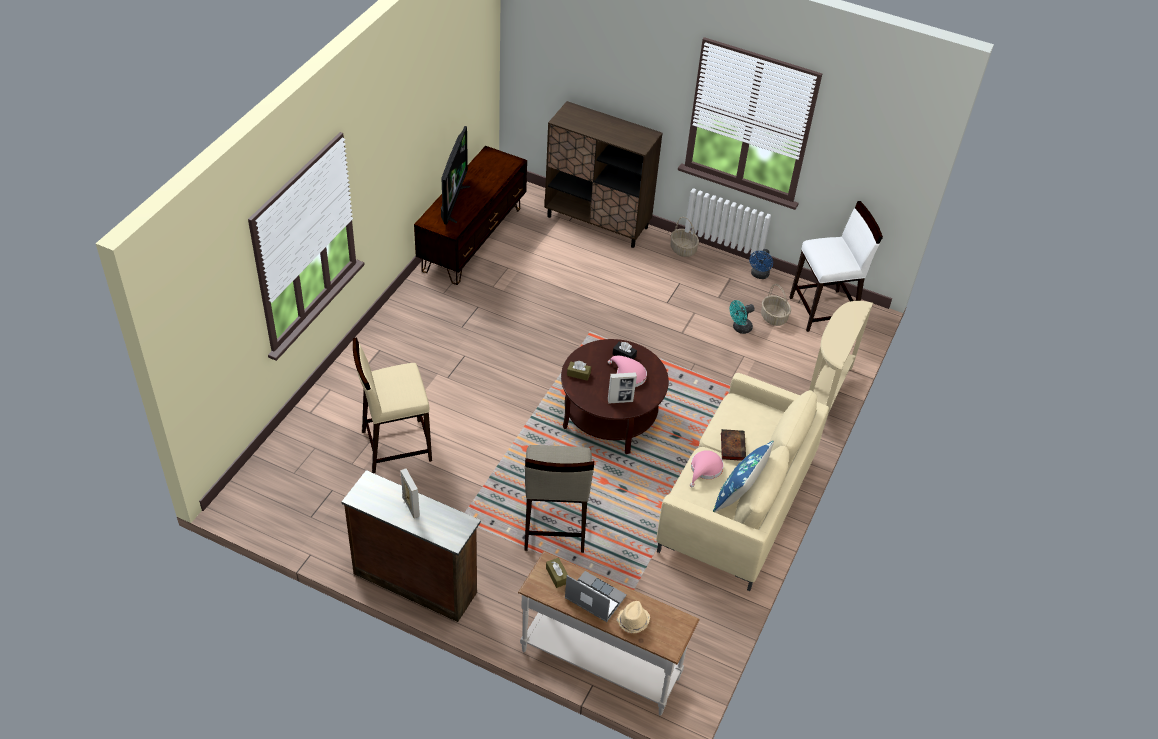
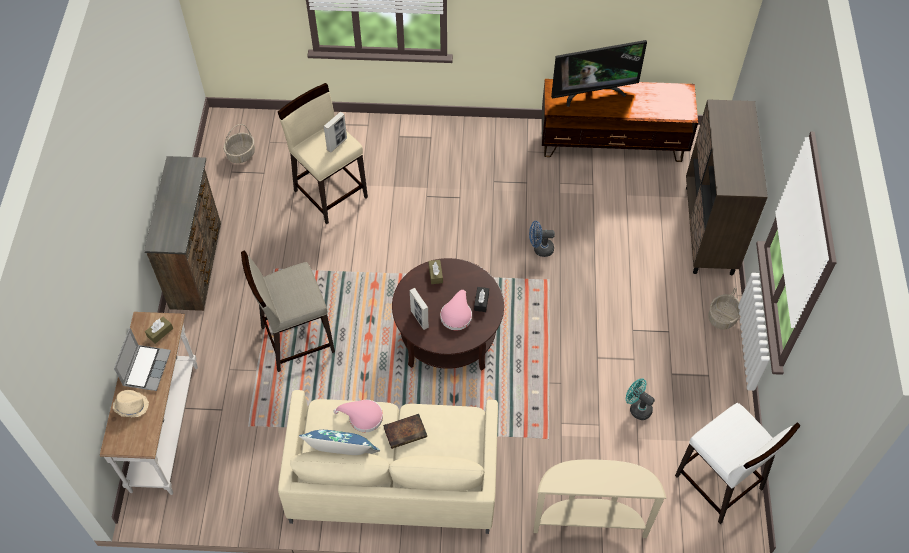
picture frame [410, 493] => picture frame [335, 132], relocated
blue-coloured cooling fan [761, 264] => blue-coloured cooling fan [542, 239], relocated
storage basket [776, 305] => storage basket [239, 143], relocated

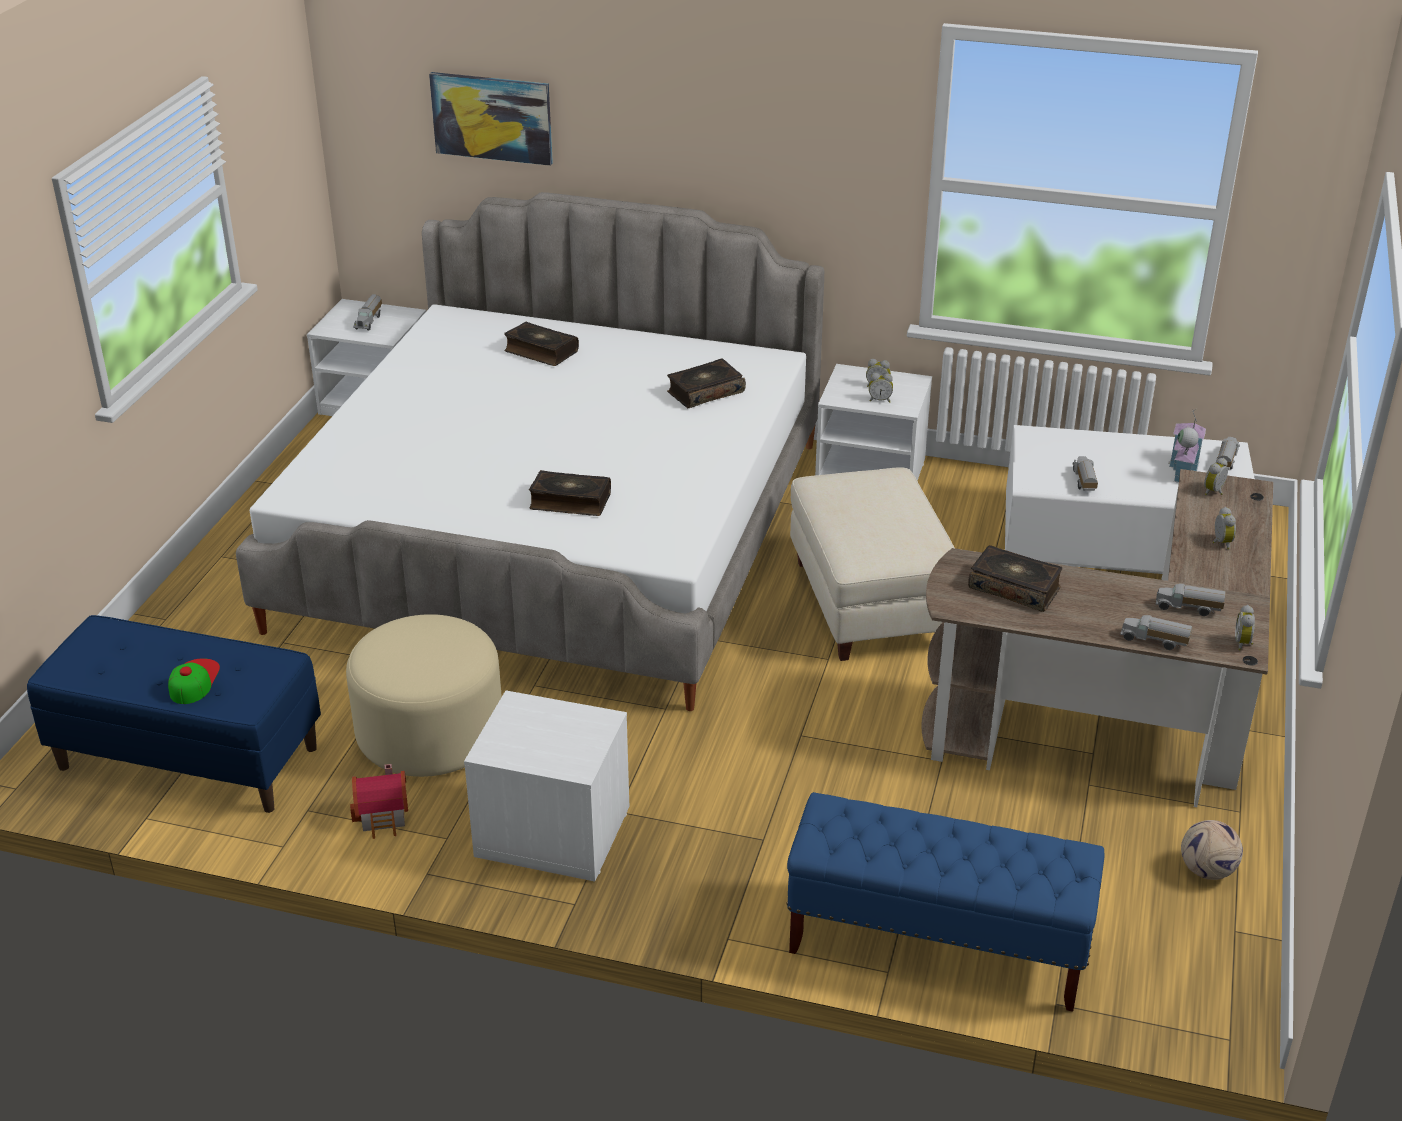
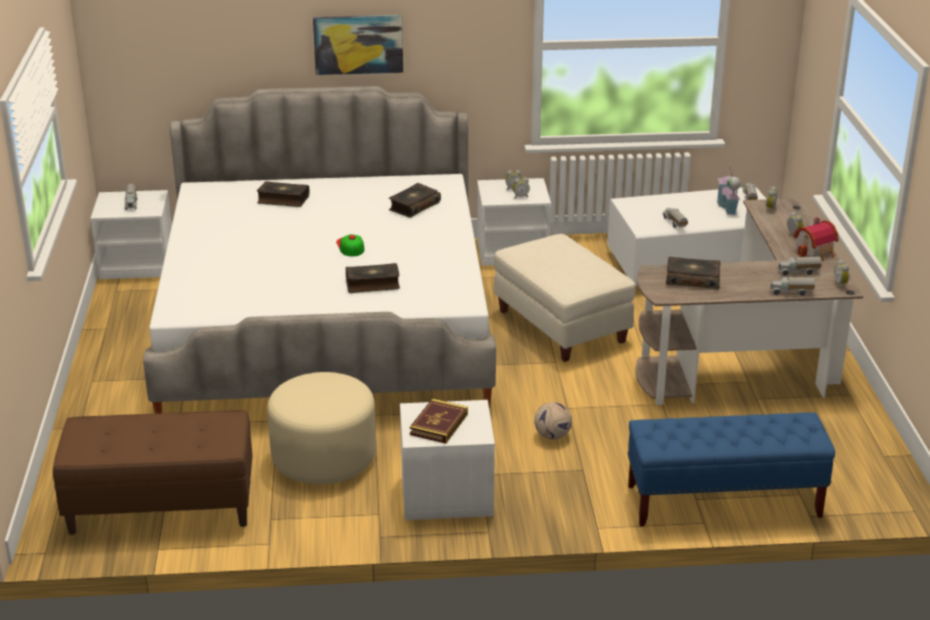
nothing => book [439, 421]
baseball cap [194, 681] => baseball cap [350, 245], relocated
toy house [379, 801] => toy house [816, 239], relocated
wall picture [491, 119] => wall picture [358, 45], relocated
football ball [1212, 850] => football ball [553, 421], relocated
blue-coloured long seat [174, 714] => brown long seat [152, 472]

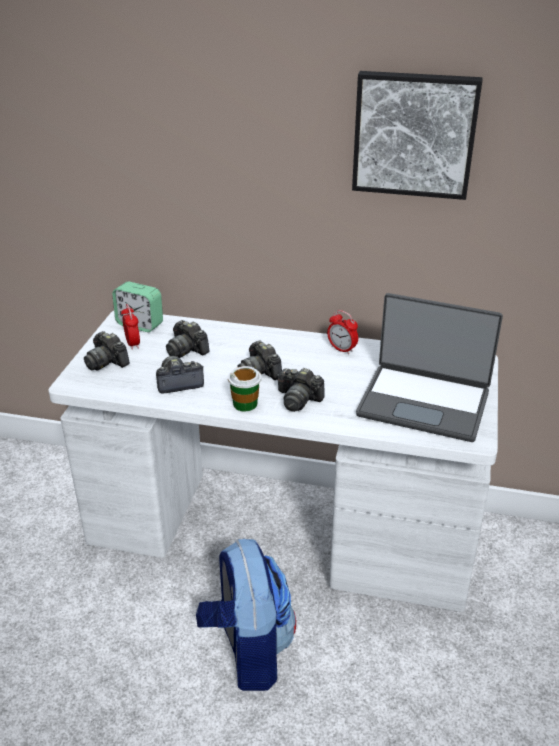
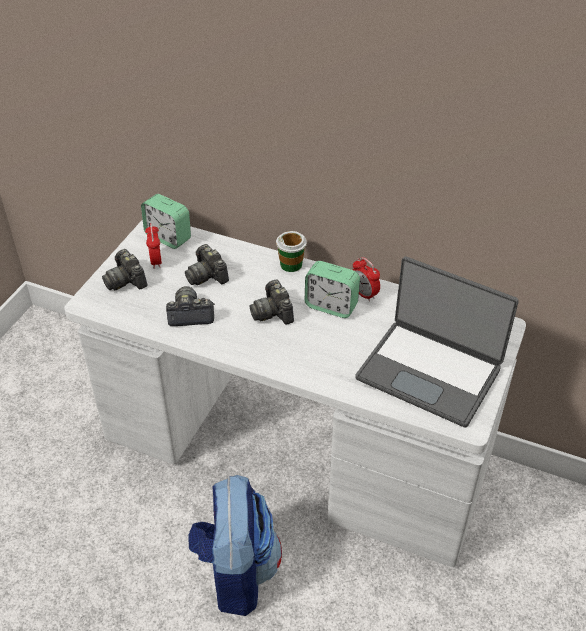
still camera [301, 390] => nothing
wall picture [417, 135] => nothing
nothing => table clock [332, 289]
drinking cup [245, 388] => drinking cup [291, 251], relocated

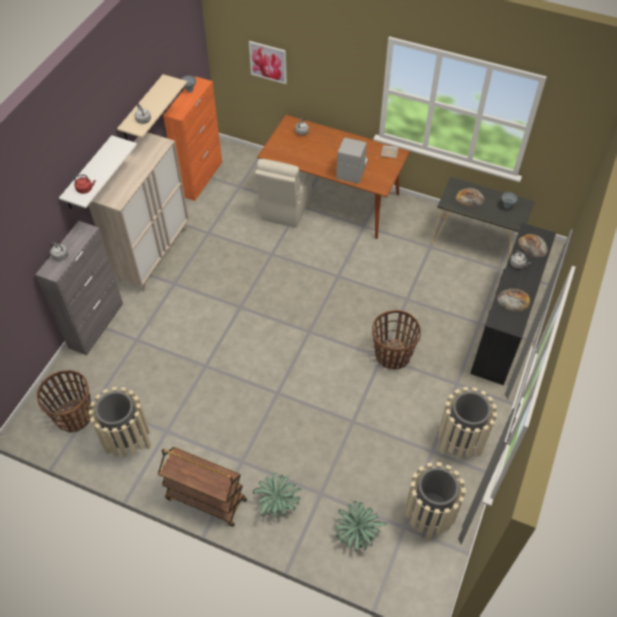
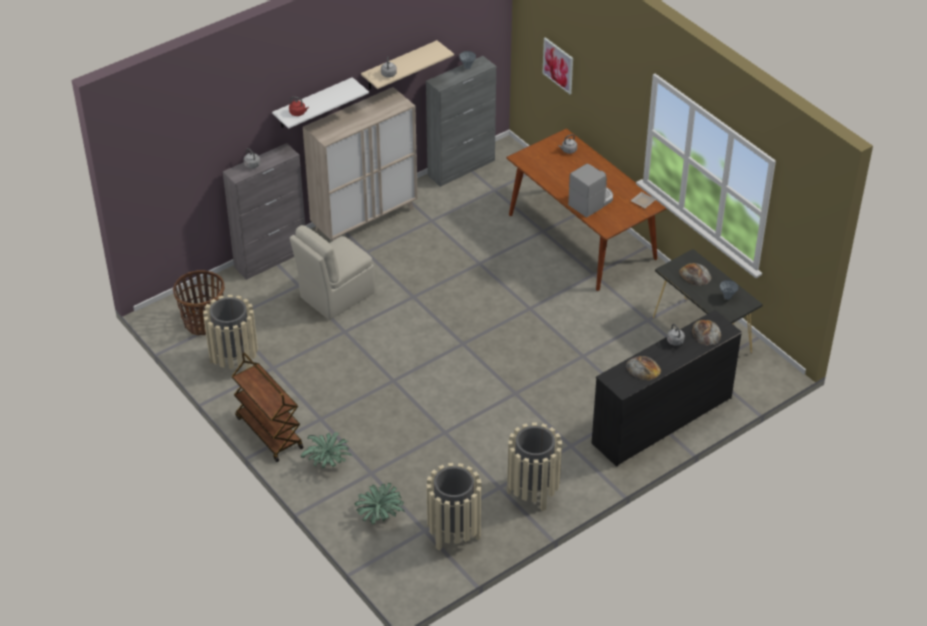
storage basket [396, 340] => nothing
beige upright chair [283, 193] => beige upright chair [332, 272], relocated
orange-coloured cupboard [192, 138] => grey cupboard [461, 121]

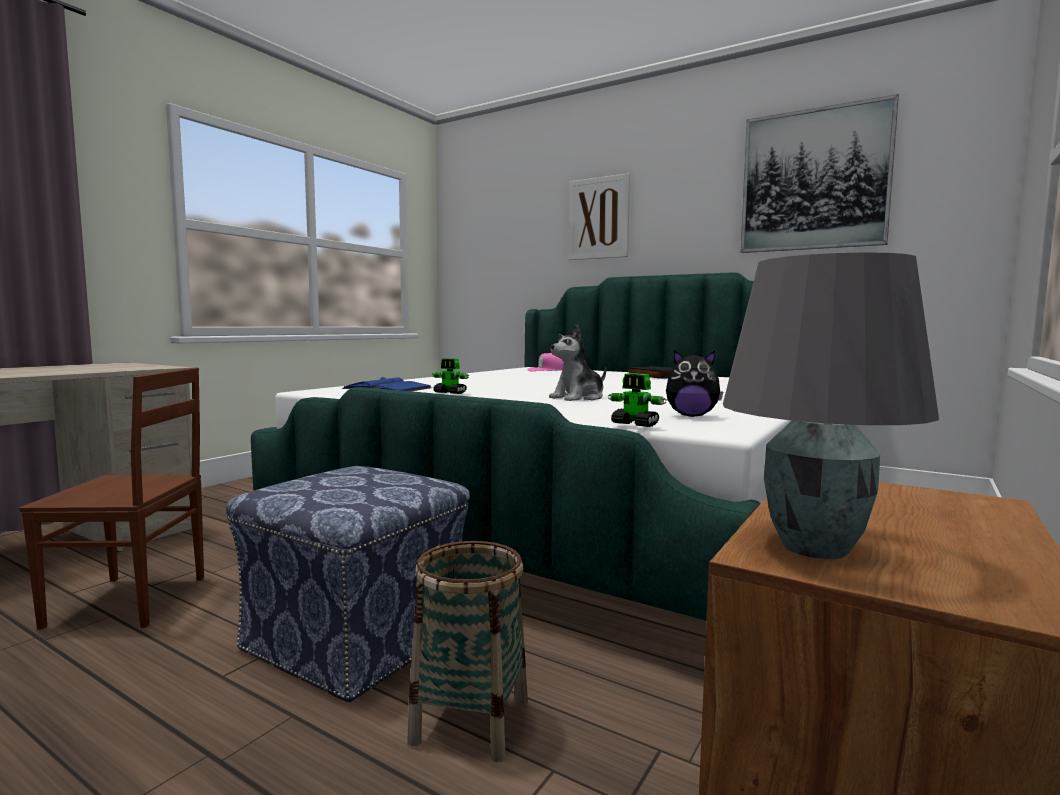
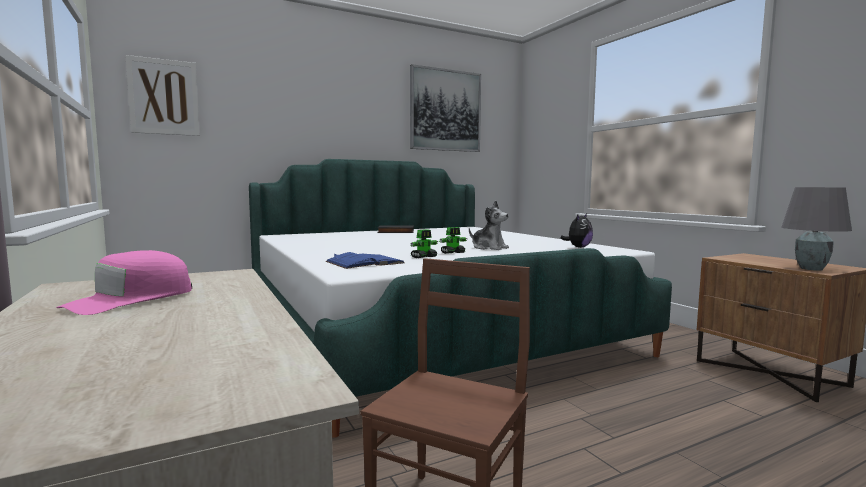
footrest [348, 584] => nothing
storage basket [467, 651] => nothing
pinkish baseball cap [545, 362] => pinkish baseball cap [124, 282], relocated
wall picture [599, 216] => wall picture [162, 95], relocated
model robot [637, 400] => model robot [453, 240], relocated
soft toy [577, 363] => soft toy [489, 225], 45 degrees counterclockwise

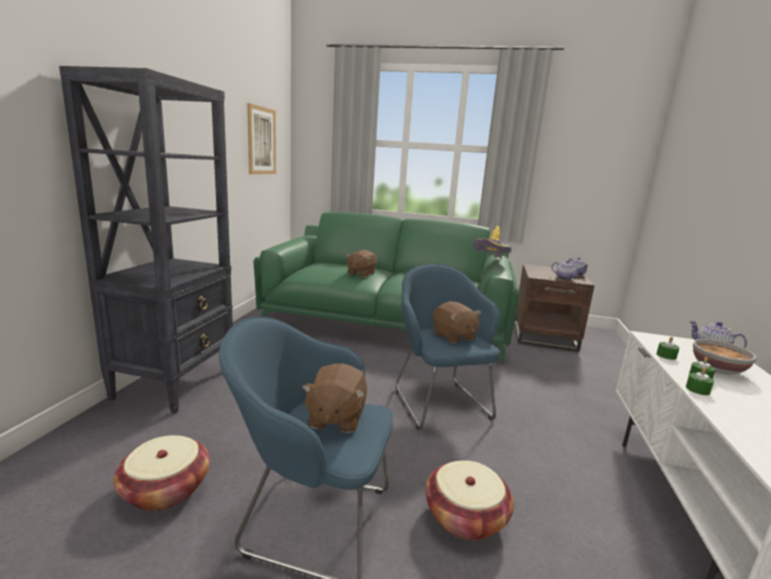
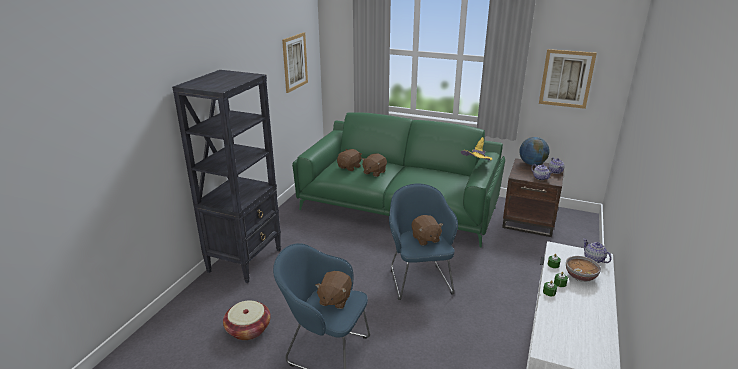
storage basket [469, 500] => nothing
nothing => brown soft toy [349, 160]
nothing => desk globe [534, 151]
nothing => wall picture [568, 79]

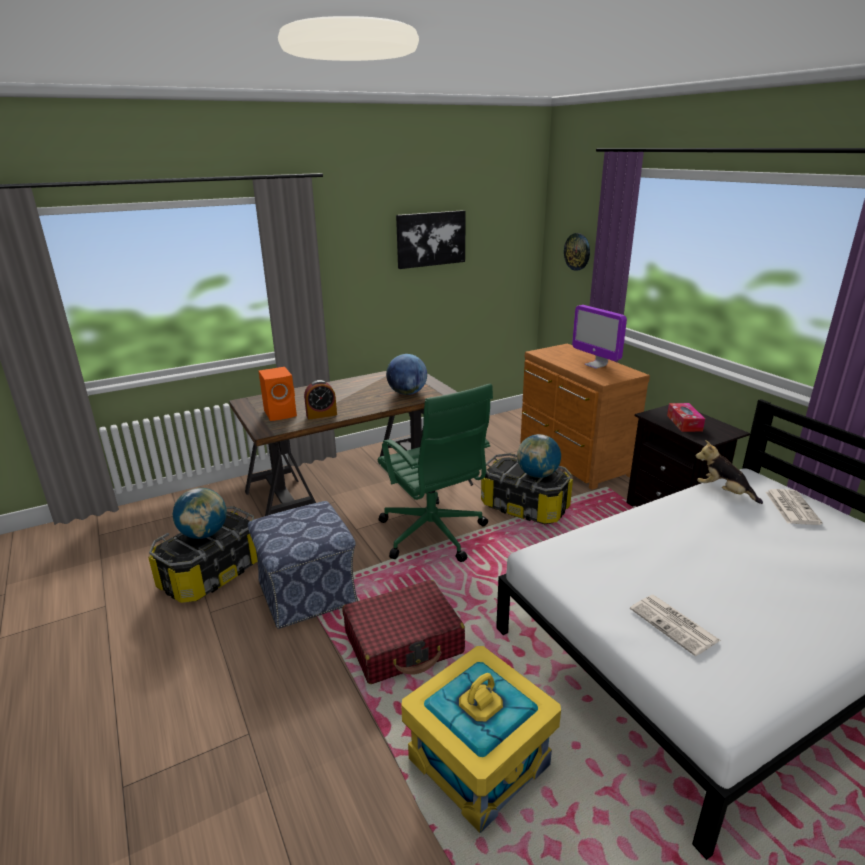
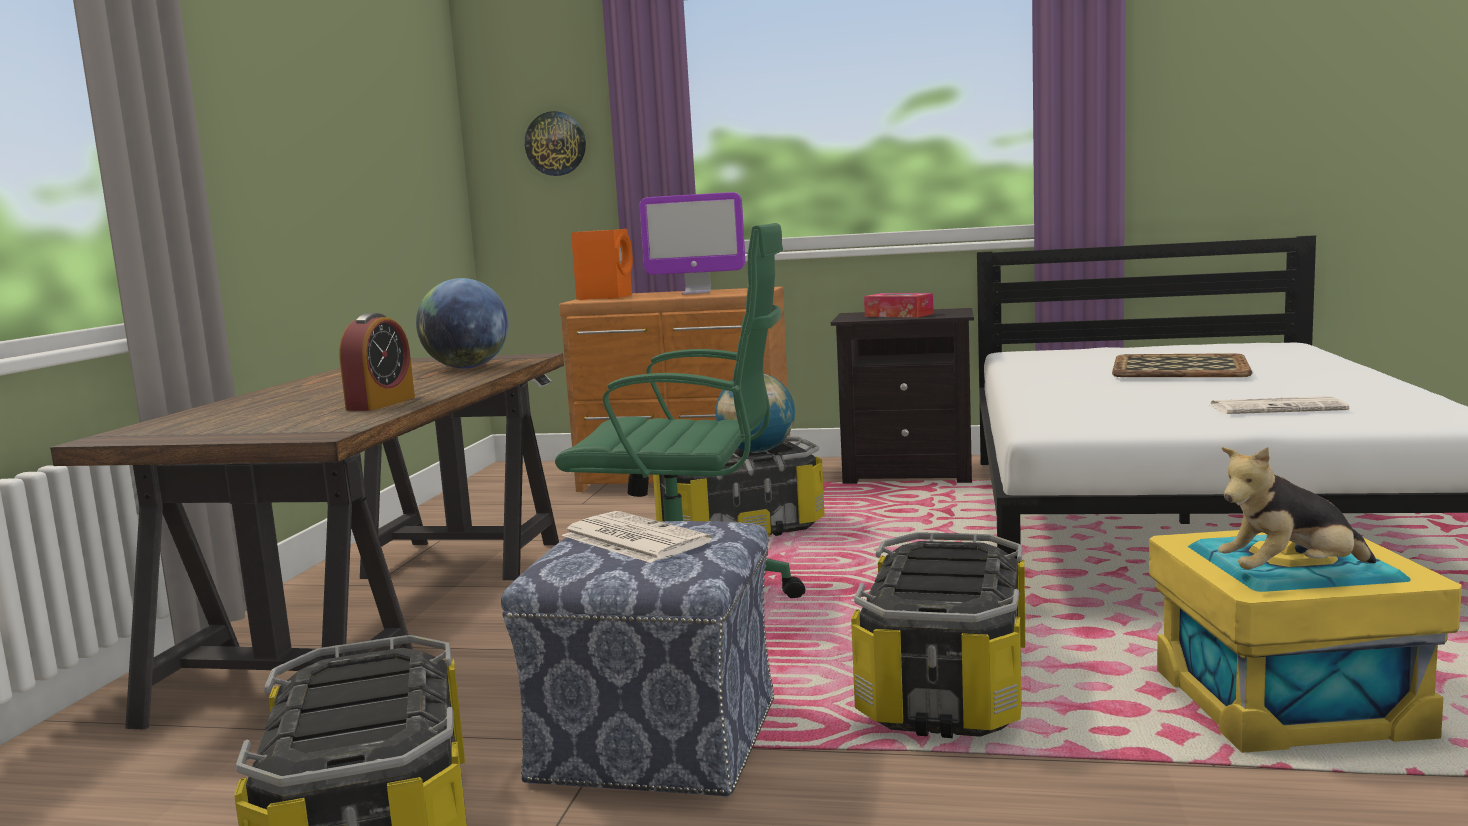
desk globe [200, 513] => nothing
wall picture [431, 239] => nothing
nothing => tray [1182, 365]
orange-coloured loudspeaker [278, 394] => orange-coloured loudspeaker [602, 264], relocated
soft toy [729, 472] => soft toy [1297, 508], relocated
newspaper [794, 507] => newspaper [637, 537], relocated
red-coloured travel case [403, 632] => storage container [938, 635]

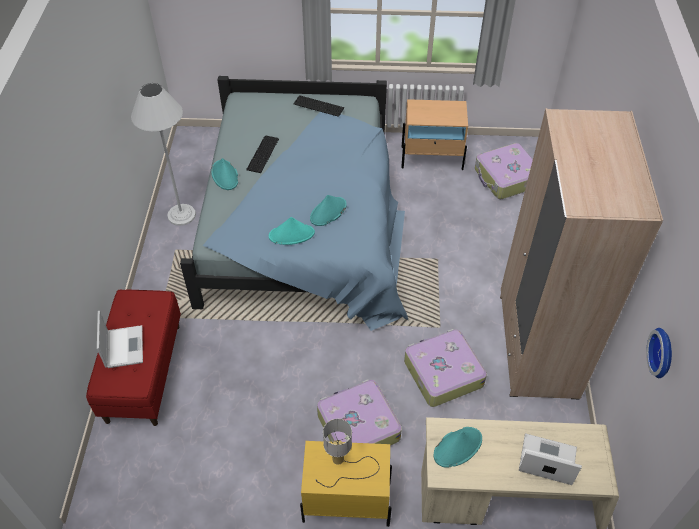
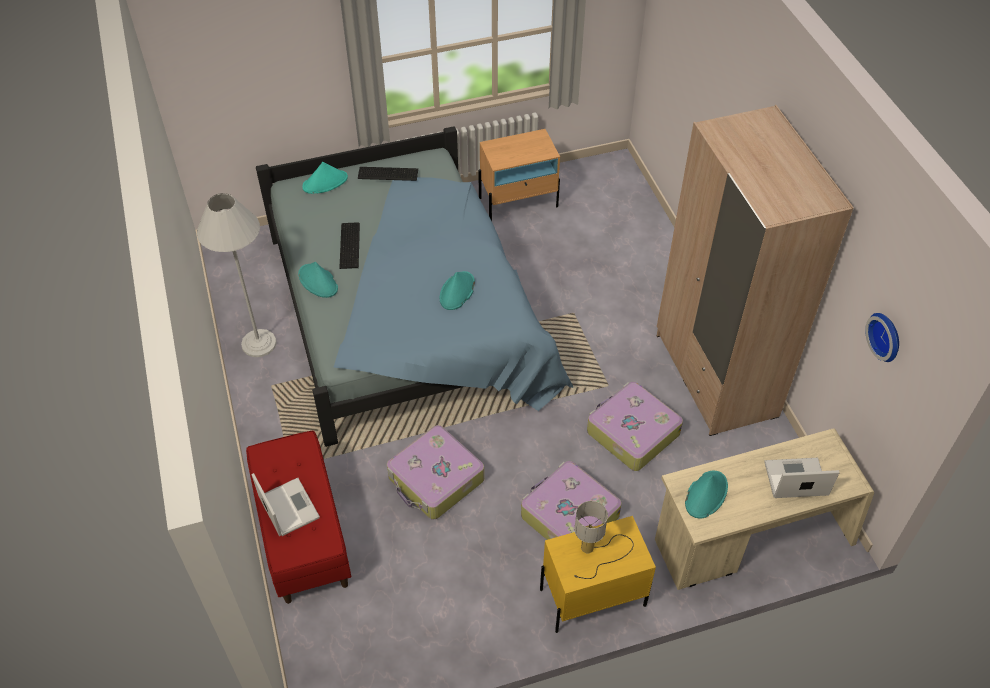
turquoise-coloured clothing hat [292, 231] => turquoise-coloured clothing hat [325, 178], relocated
travel case [504, 171] => travel case [435, 472], relocated

